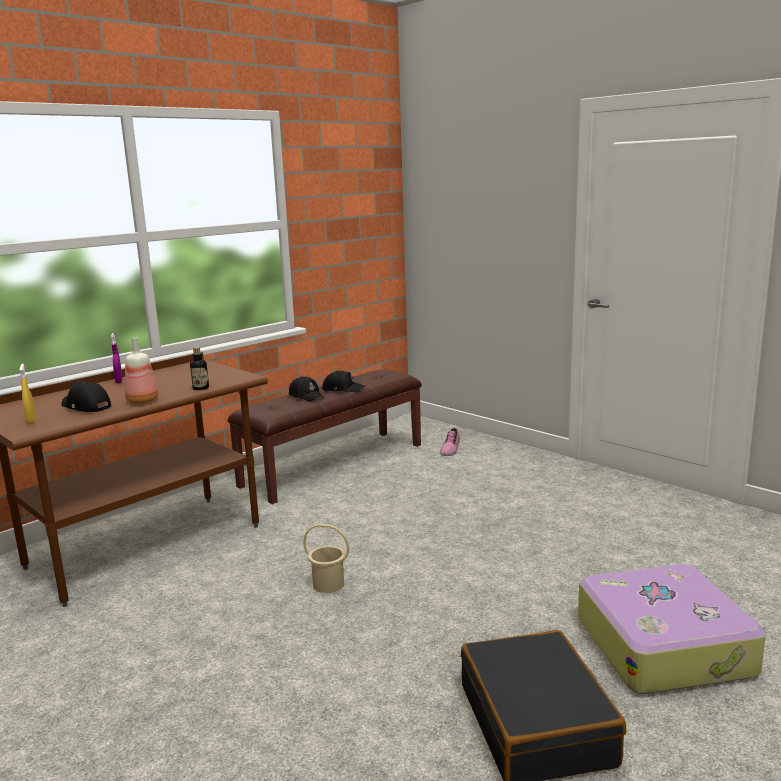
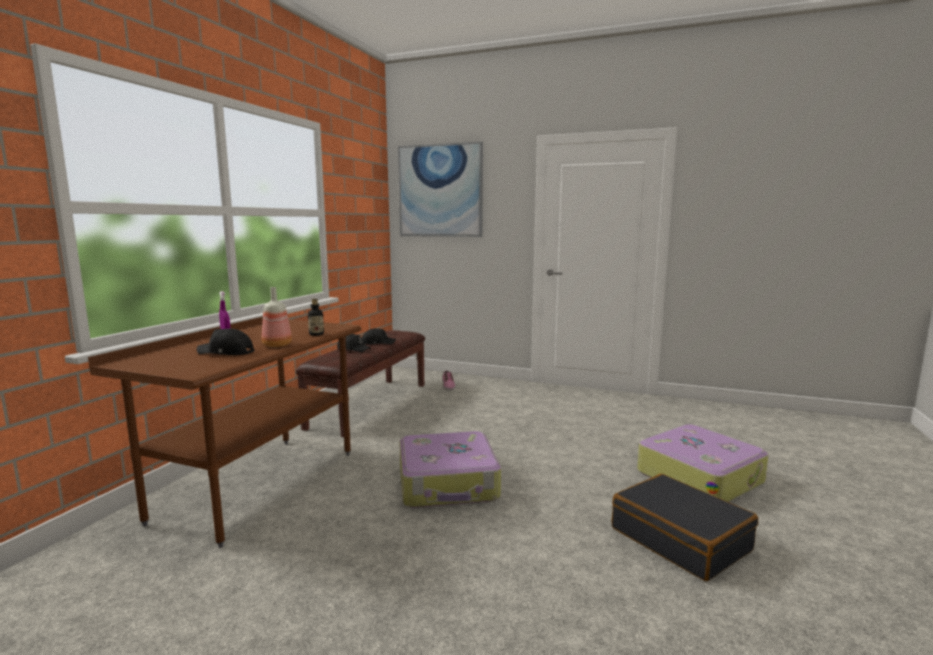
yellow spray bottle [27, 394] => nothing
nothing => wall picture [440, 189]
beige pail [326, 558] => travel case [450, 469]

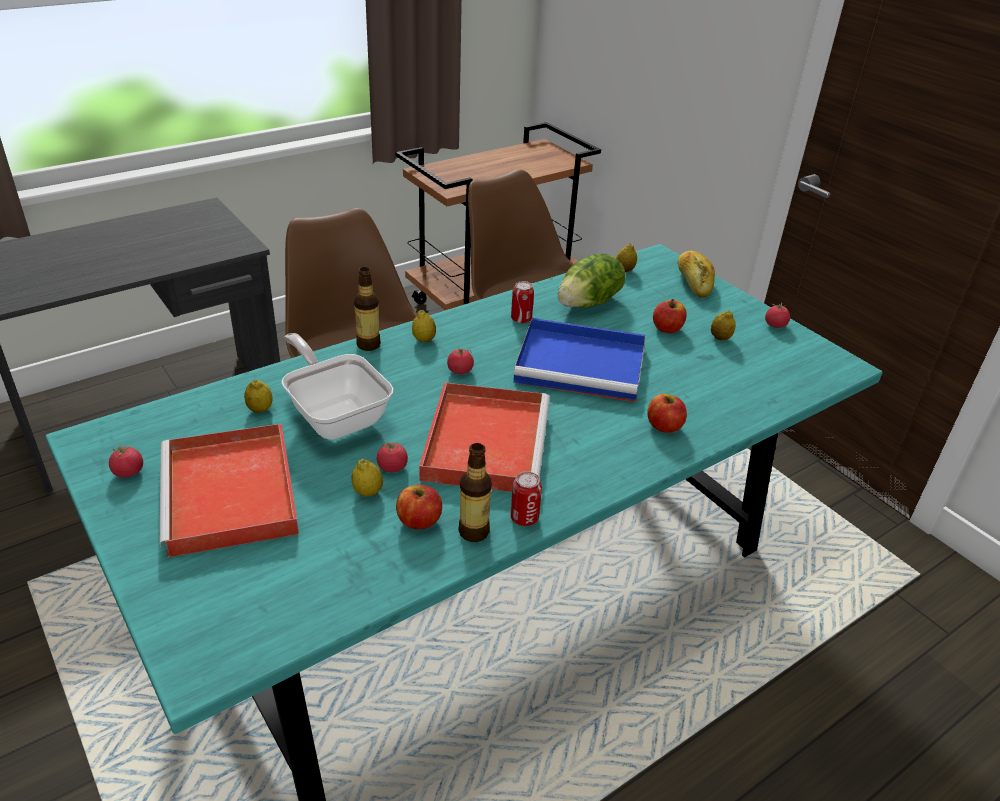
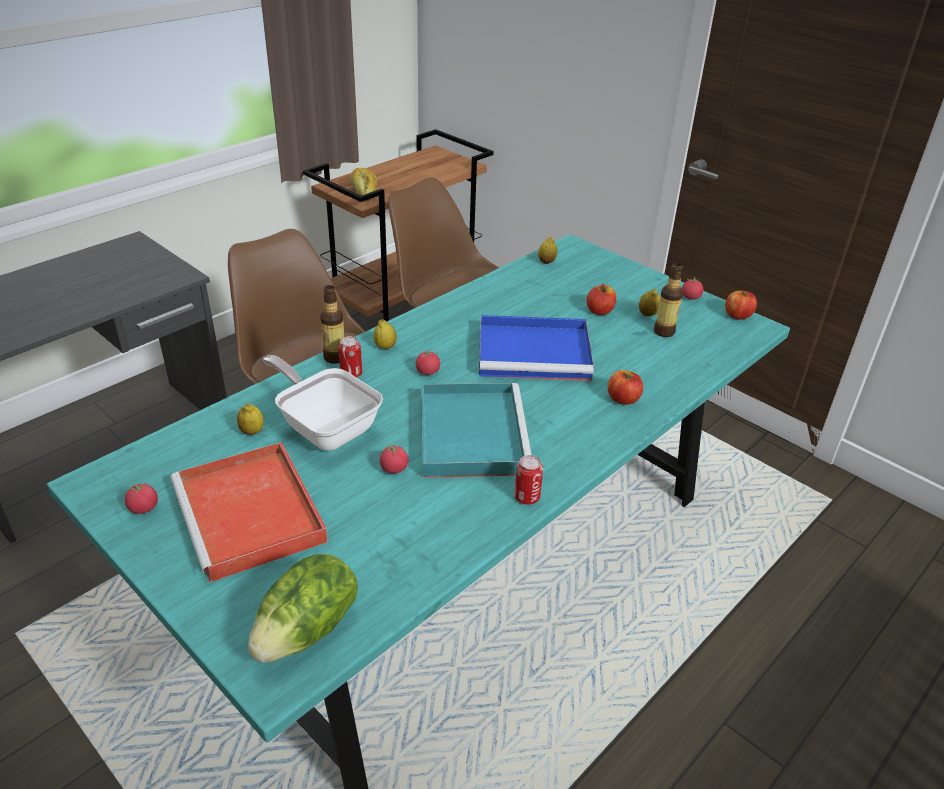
lemon [367, 477] => nothing
whole apple [419, 507] => whole apple [741, 305], relocated
beverage bottle [475, 492] => beverage bottle [668, 300], relocated
sealed can [522, 302] => sealed can [350, 357], relocated
head of lettuce [591, 280] => head of lettuce [303, 608], relocated
bakery bread [696, 274] => bakery bread [363, 184], relocated
red-coloured tray [484, 437] => turquoise-coloured tray [476, 430]

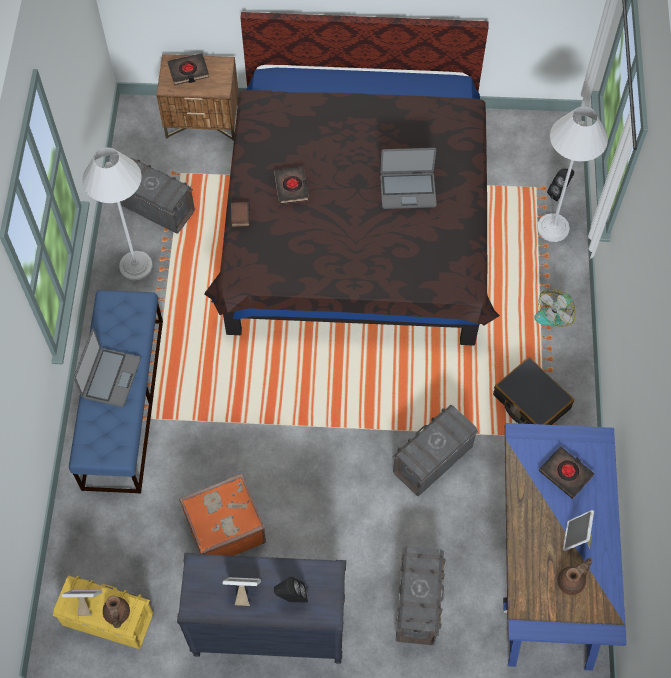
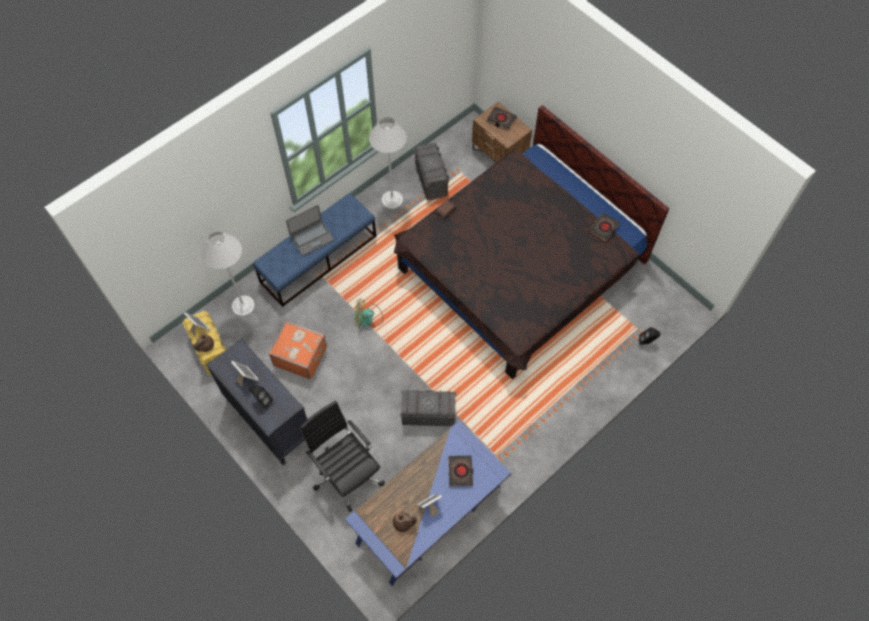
portable computer [408, 178] => nothing
black-coloured travel case [533, 391] => nothing
black-coloured book [291, 185] => black-coloured book [604, 227], relocated
cooling fan [555, 308] => cooling fan [368, 312], relocated
white-coloured floor lamp [572, 174] => white-coloured floor lamp [228, 273], relocated
grey storage container [421, 595] => black-coloured office chair [342, 456]

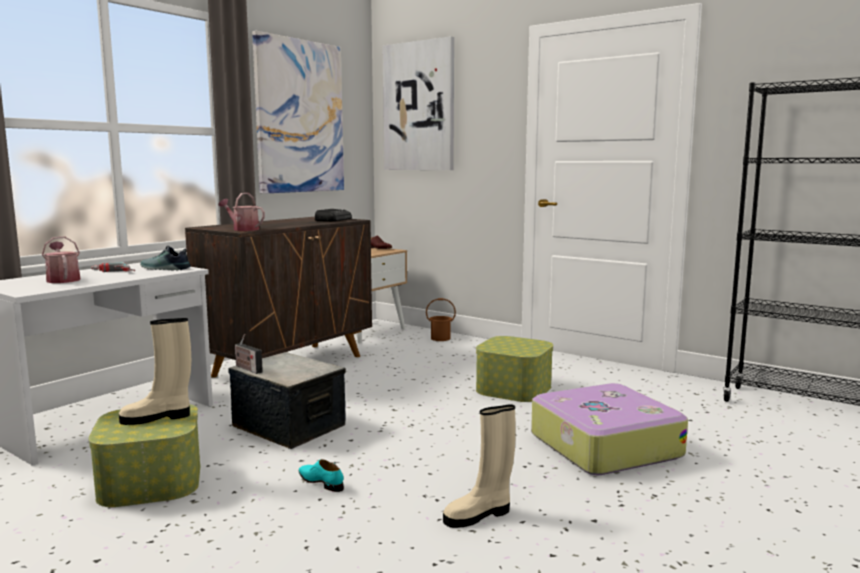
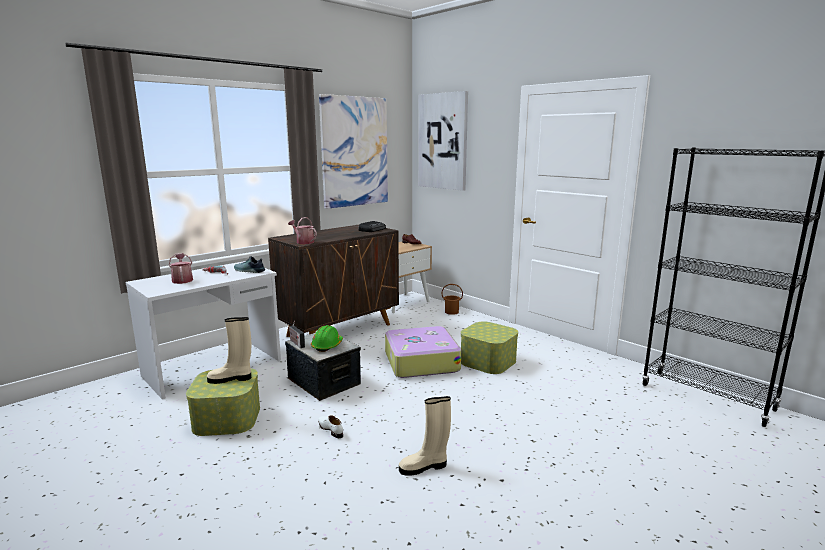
nothing => green-coloured safety helmet [327, 338]
travel case [609, 429] => travel case [423, 352], relocated
turquoise-coloured shoe [321, 475] => white-coloured shoe [330, 426]

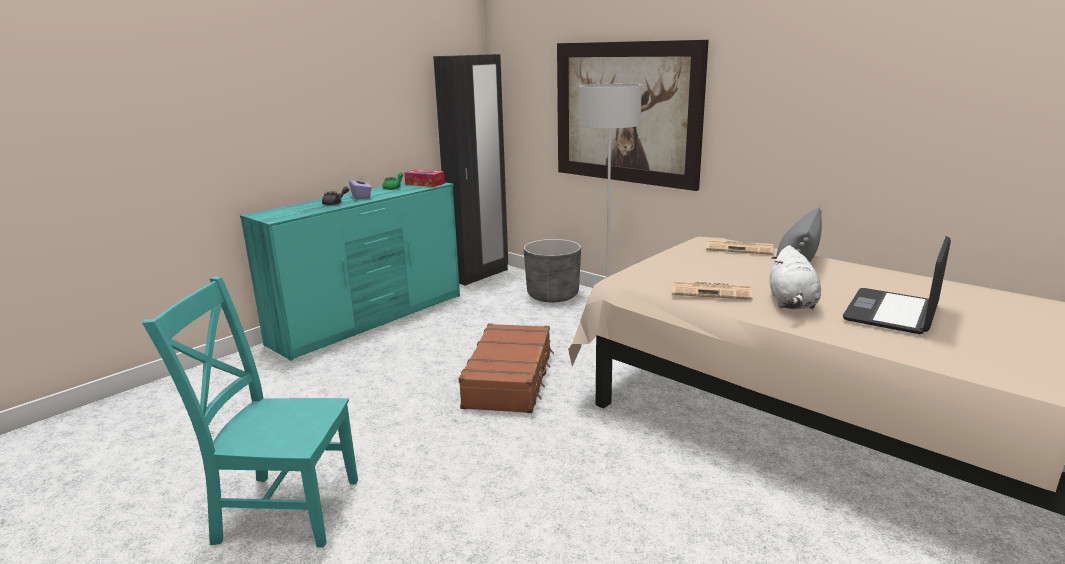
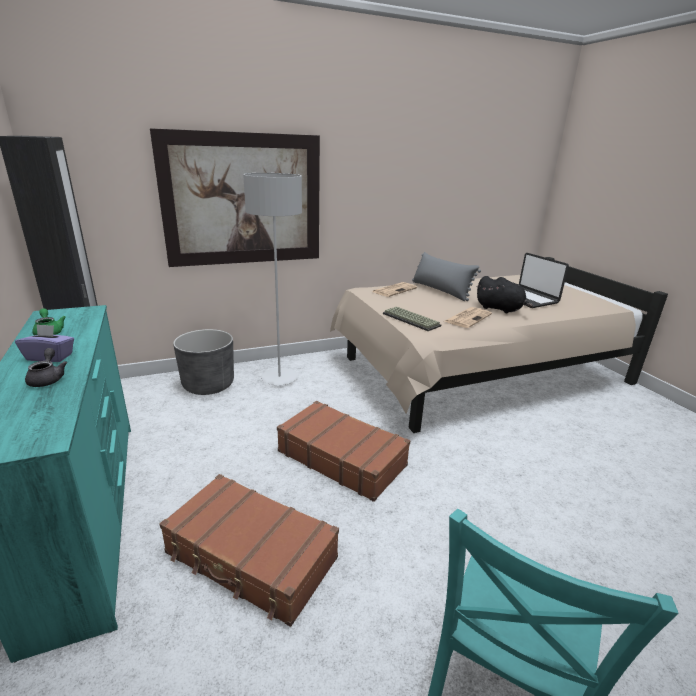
tissue box [424, 178] => nothing
nothing => brown travel case [249, 550]
nothing => keyboard [412, 319]
white-coloured soft toy [795, 277] => black-coloured soft toy [504, 294]

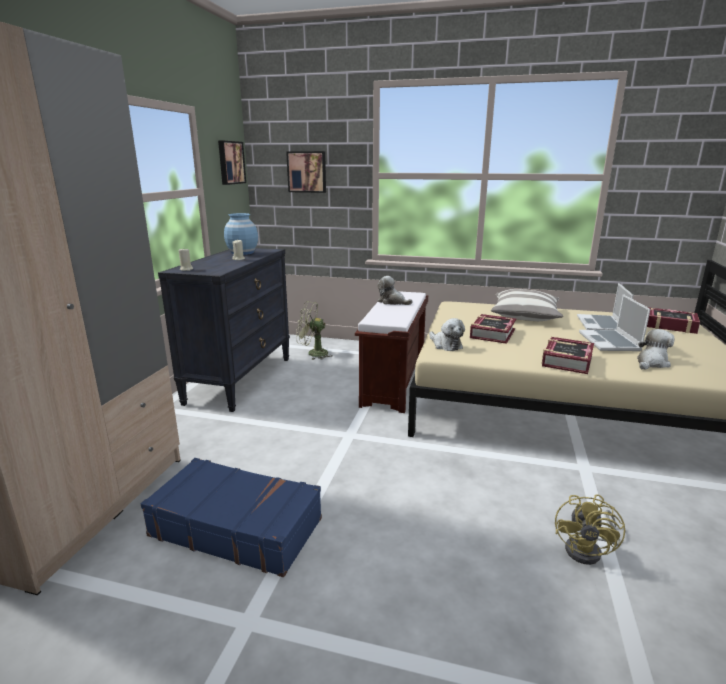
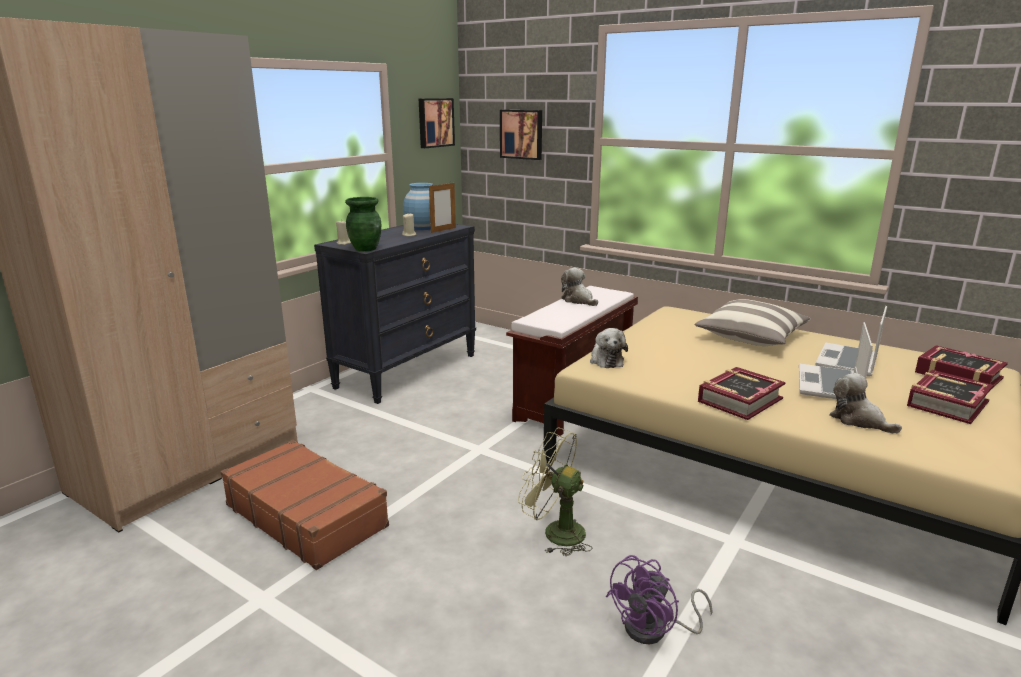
nothing => green-coloured vase [363, 224]
nothing => picture frame [442, 208]
green-coloured cooling fan [314, 330] => green-coloured cooling fan [555, 492], relocated
book [493, 329] => book [950, 397], relocated
blue-coloured travel case [231, 517] => brown travel case [305, 505]
yellow cooling fan [590, 529] => purple cooling fan [659, 599]
soft toy [656, 349] => soft toy [866, 403], 105 degrees counterclockwise

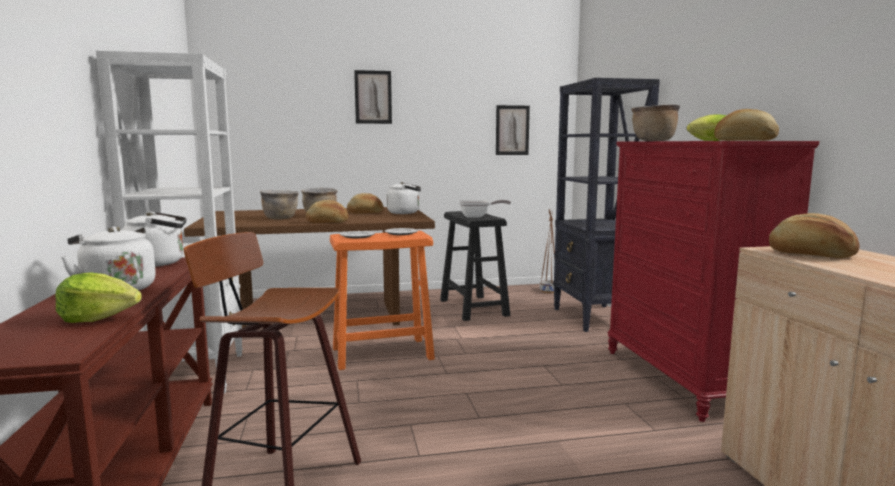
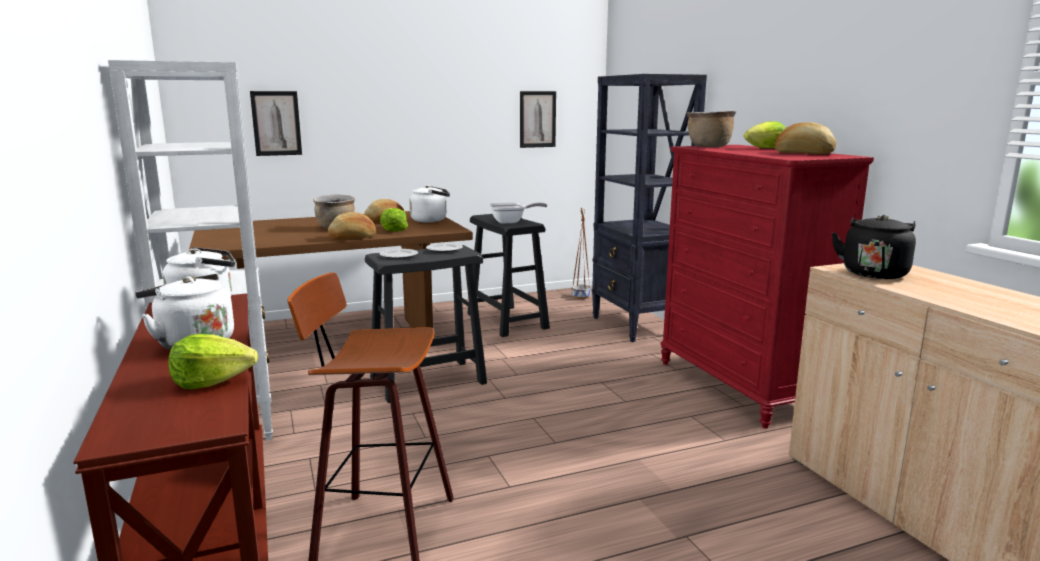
brown saucepot [279, 204] => nothing
nothing => head of lettuce [394, 220]
wall picture [373, 97] => wall picture [276, 123], relocated
bakery bread [814, 235] => black-coloured water kettle [873, 247]
orange-coloured sitting stool [382, 300] => black-coloured sitting stool [426, 324]

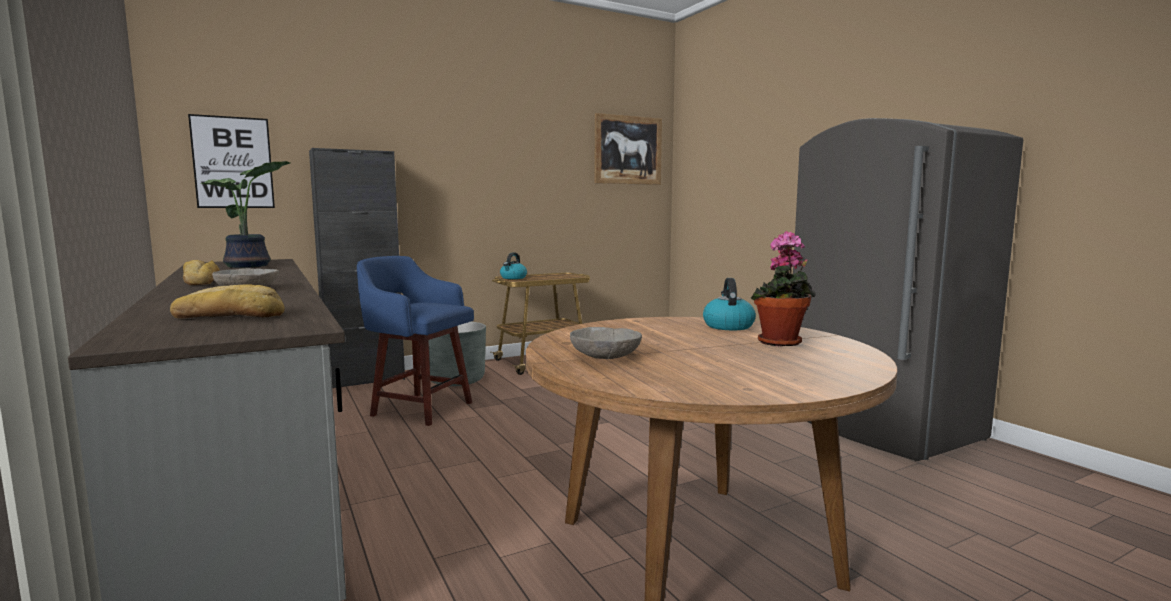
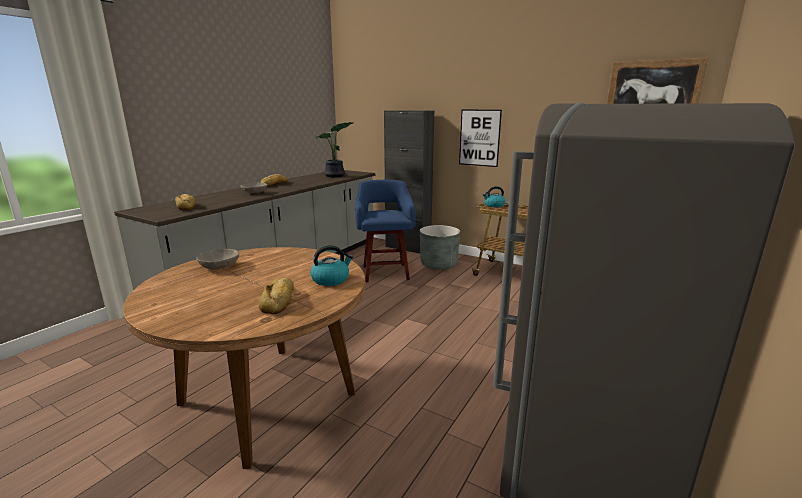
wall picture [231, 161] => wall picture [480, 138], relocated
plant in a pot [783, 288] => bakery bread [276, 296]

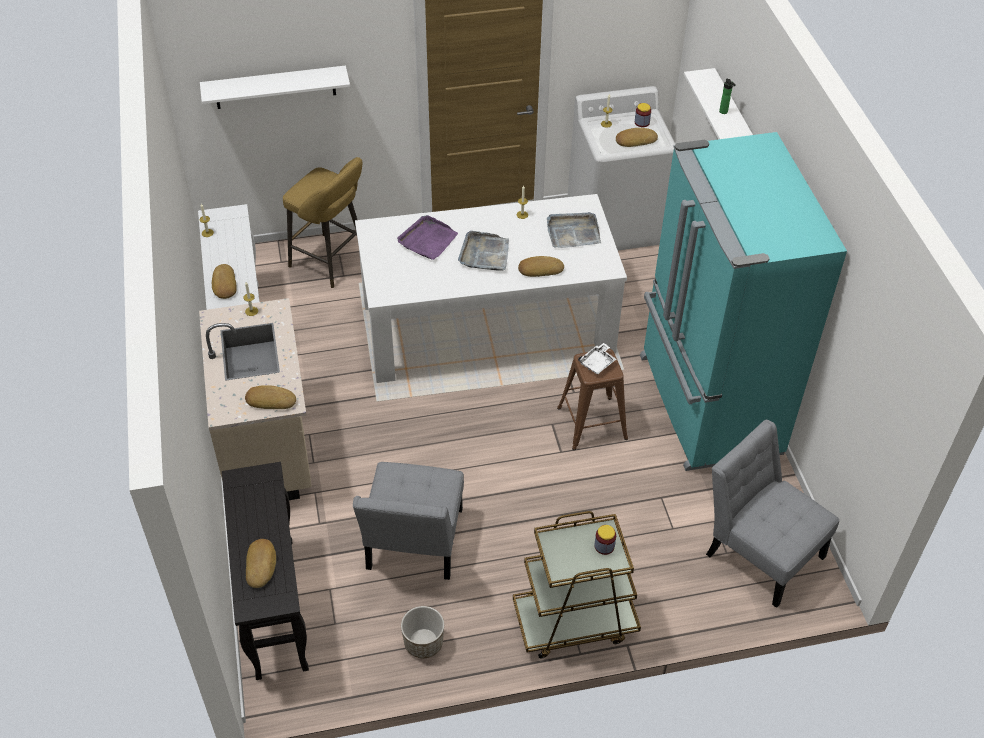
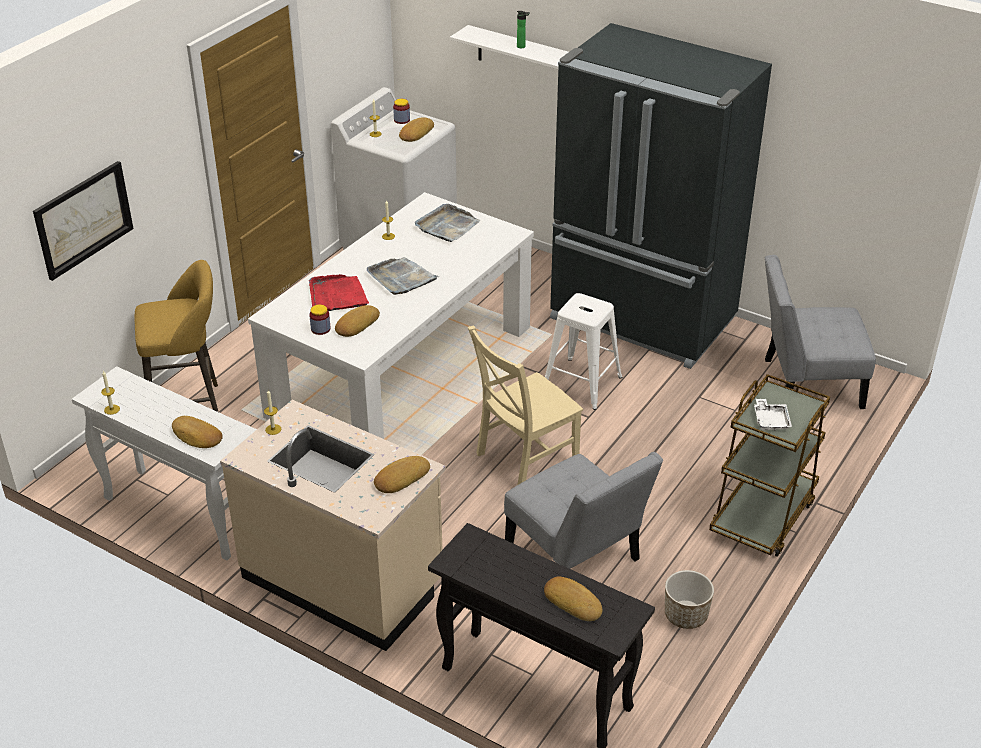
nothing => beige upright chair [525, 405]
bakery bread [541, 266] => bakery bread [357, 321], relocated
white-coloured tray [597, 359] => white-coloured tray [773, 415], relocated
preserve jar [605, 540] => preserve jar [319, 319], relocated
white-coloured shelf [275, 87] => wall picture [83, 221]
purple tray [427, 237] => red-coloured tray [339, 292]
brown sitting stool [592, 399] => white-coloured sitting stool [583, 351]
turquoise-coloured refrigerator [743, 301] => black-coloured refrigerator [661, 196]

